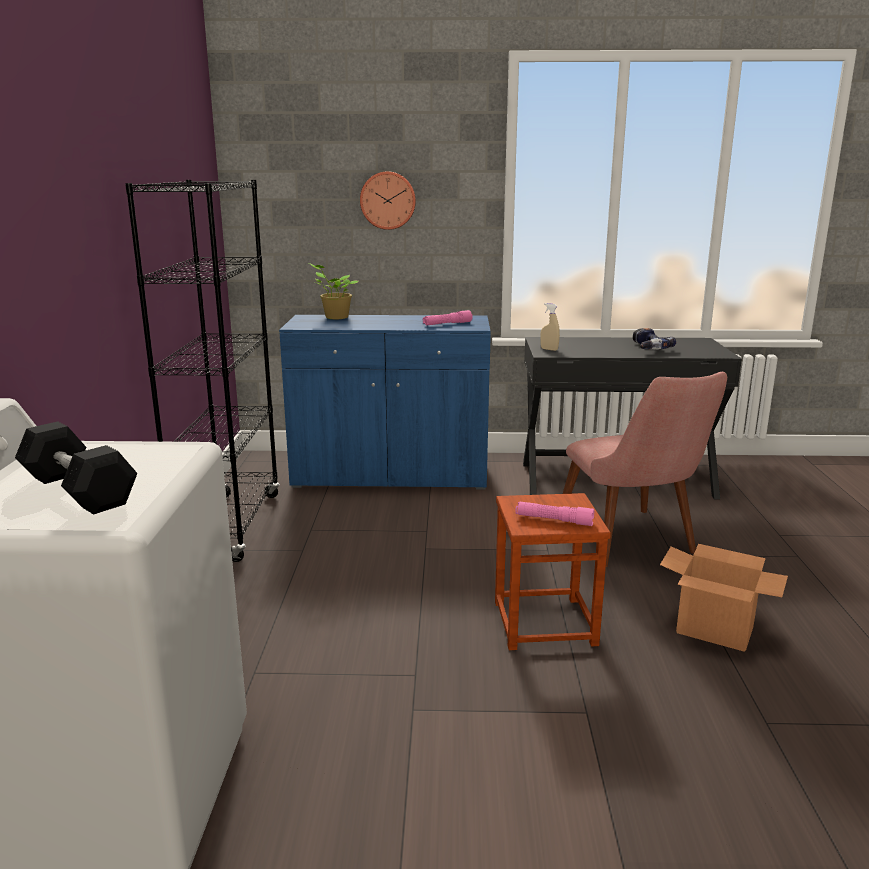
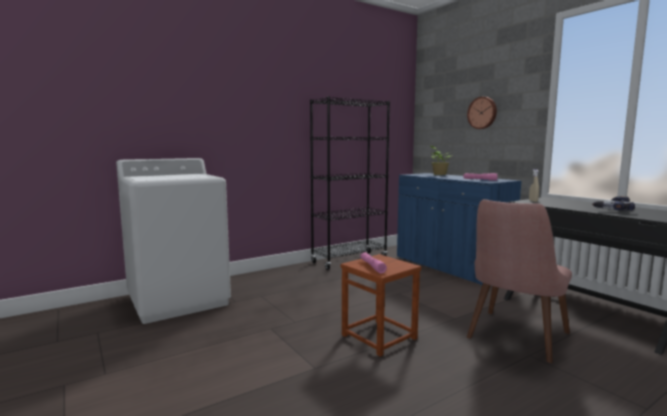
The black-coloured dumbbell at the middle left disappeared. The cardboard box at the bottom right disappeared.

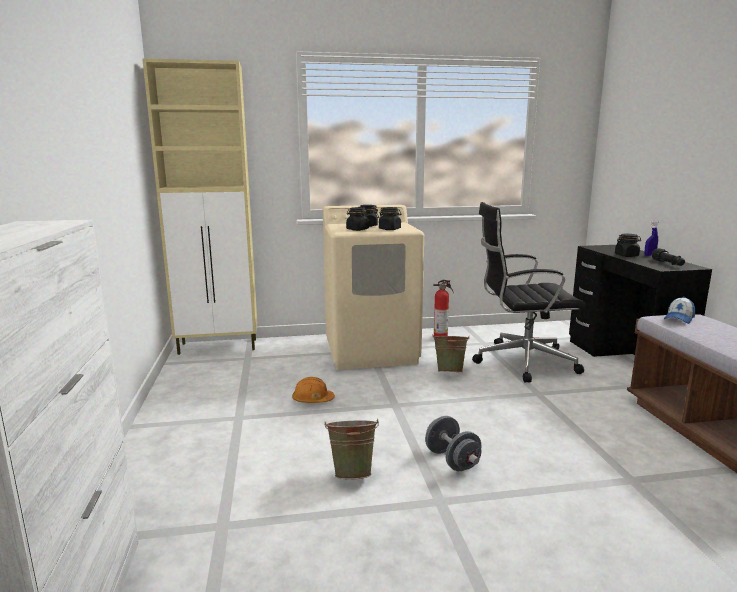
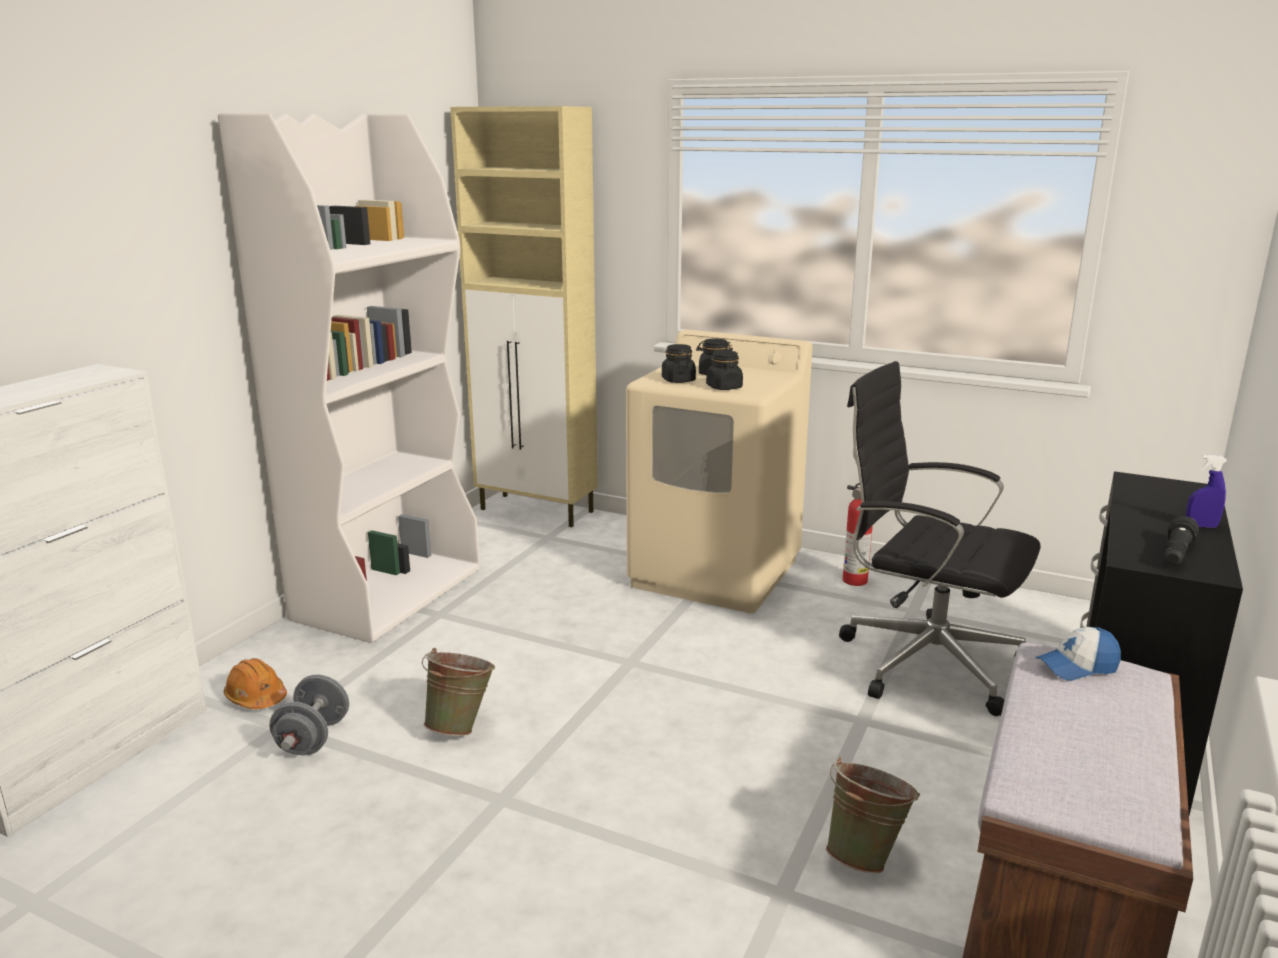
The orangey work helmet moved from the centre to the bottom left. The gray dumbbell moved from the bottom centre to the bottom left. The green-coloured pail (2nd from left) moved from the centre to the bottom right. The black-coloured preserve jar (4th from left) at the middle right disappeared. The white-coloured shelving unit at the middle left appeared.

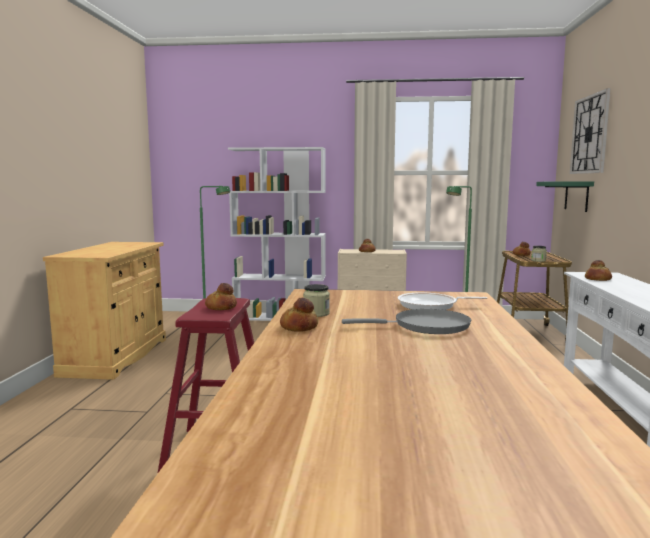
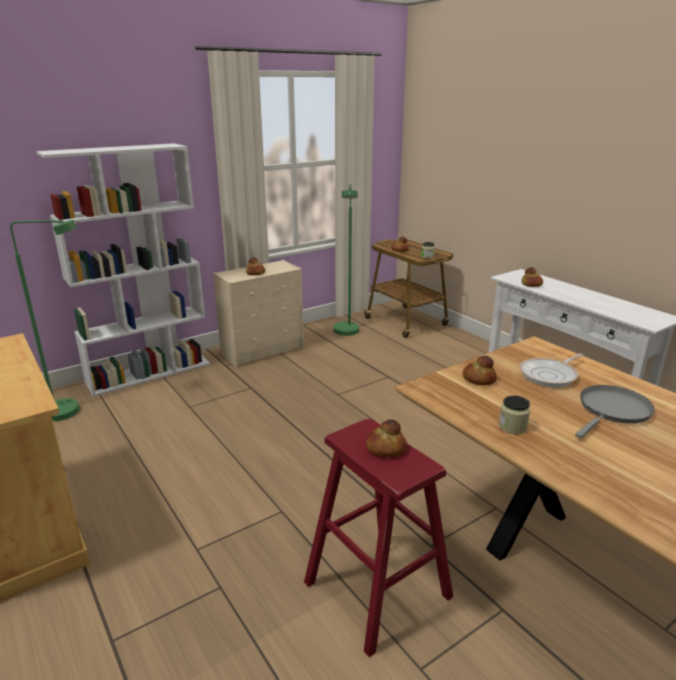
The bakery bread (2nd from left in the first image) moved from the centre to the middle right. The green-coloured bracket shelf at the middle right disappeared. The hanging clock at the top right disappeared.

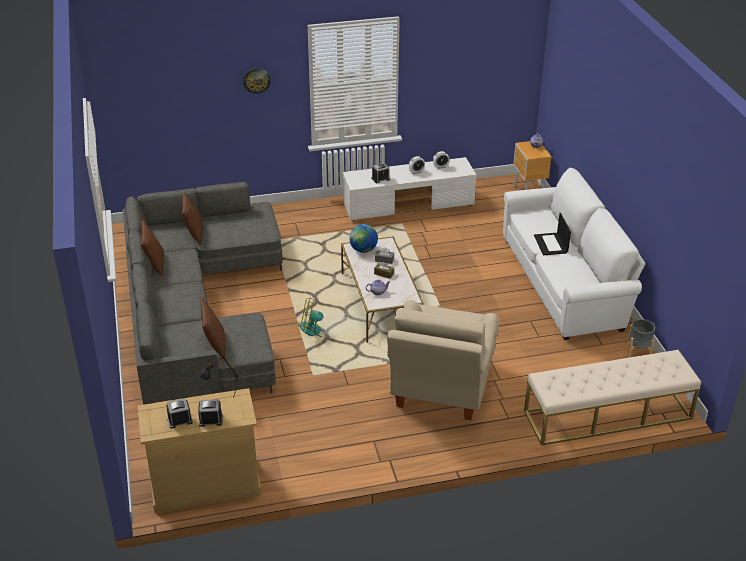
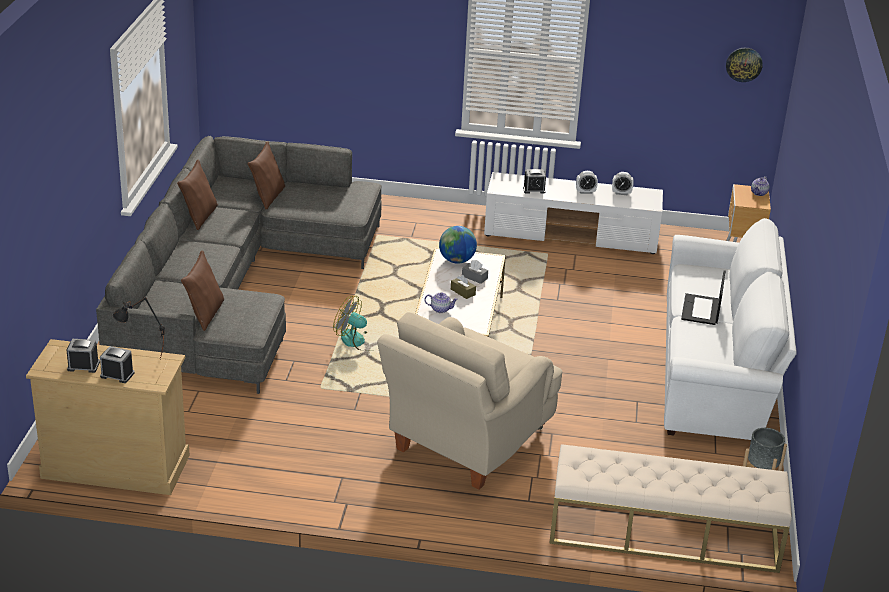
The hanging clock moved from the top centre to the top right.

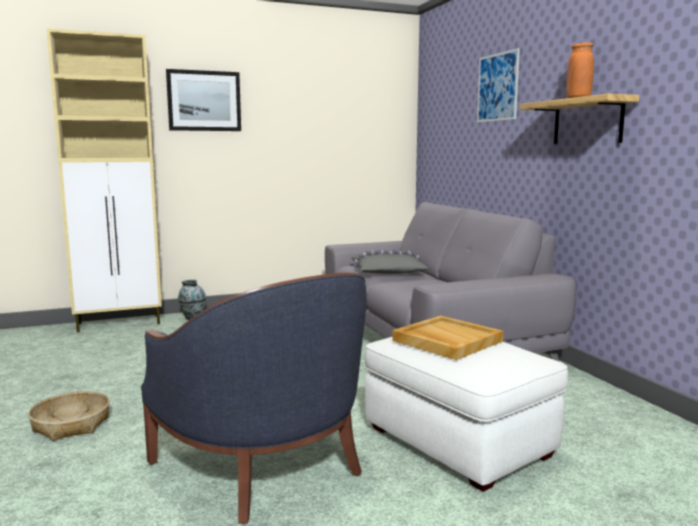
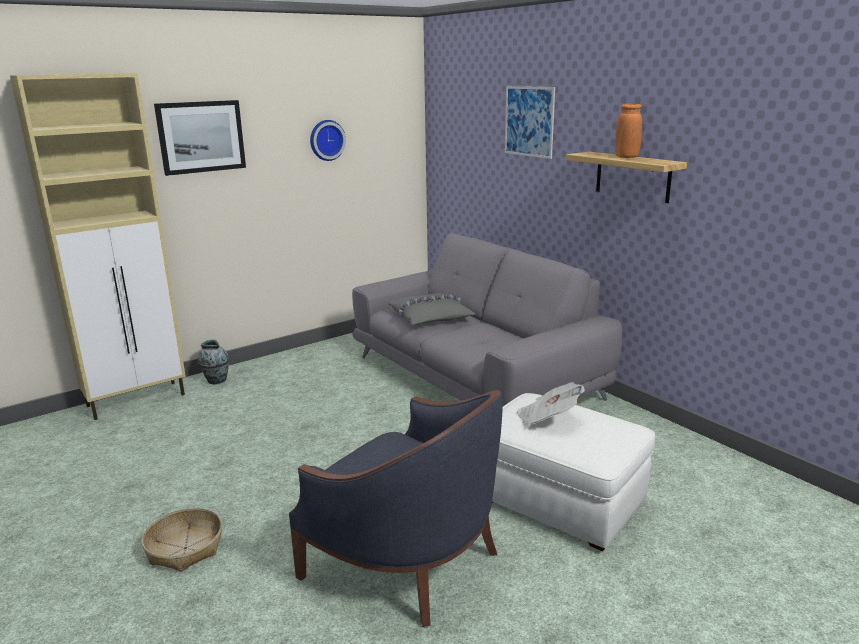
The sand-coloured serving tray at the centre was replaced by the daily paper at the centre. The hanging clock at the top centre appeared.

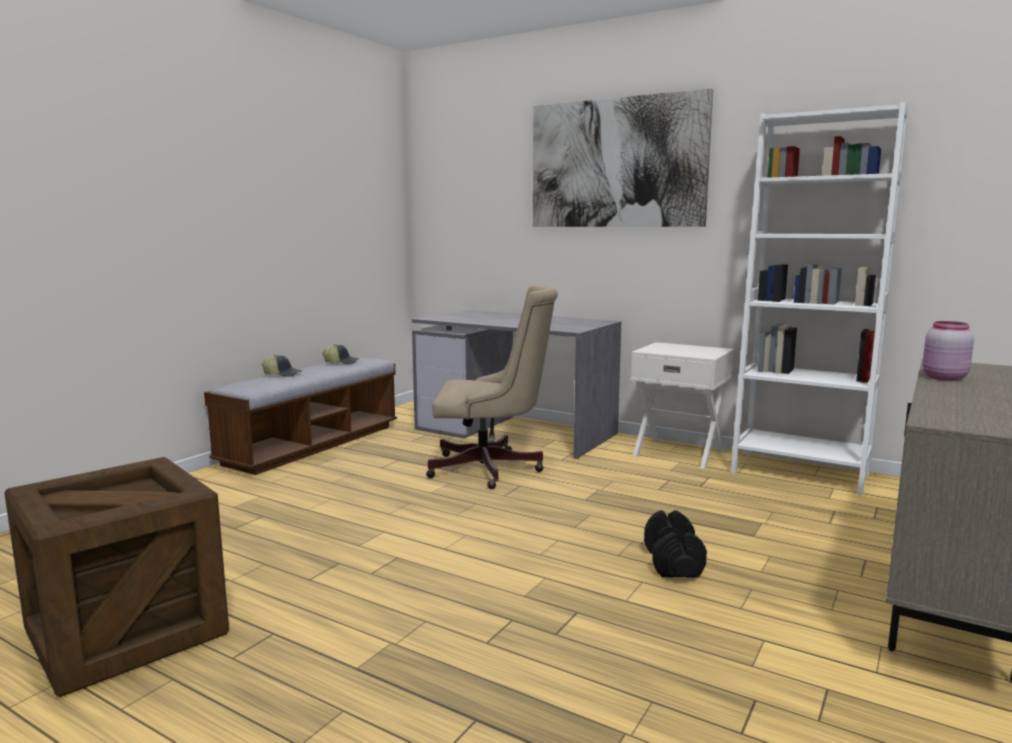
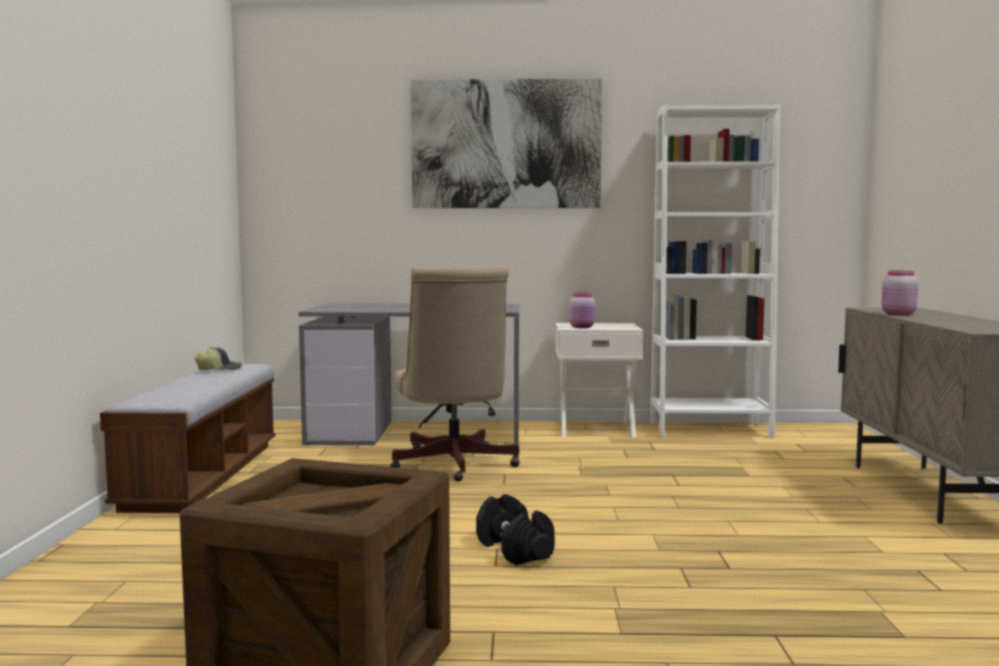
The peaked cap (1st from left) at the middle left disappeared. The sand-coloured computer chair at the centre turned 105 degrees clockwise. The black-coloured dumbbell moved from the bottom right to the bottom centre. The pink preserve jar (1st from left) at the centre appeared.

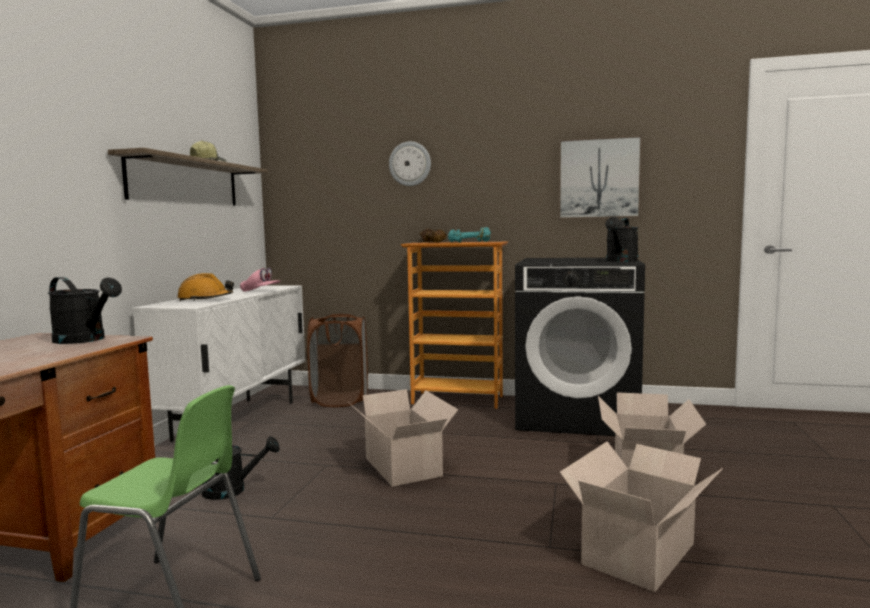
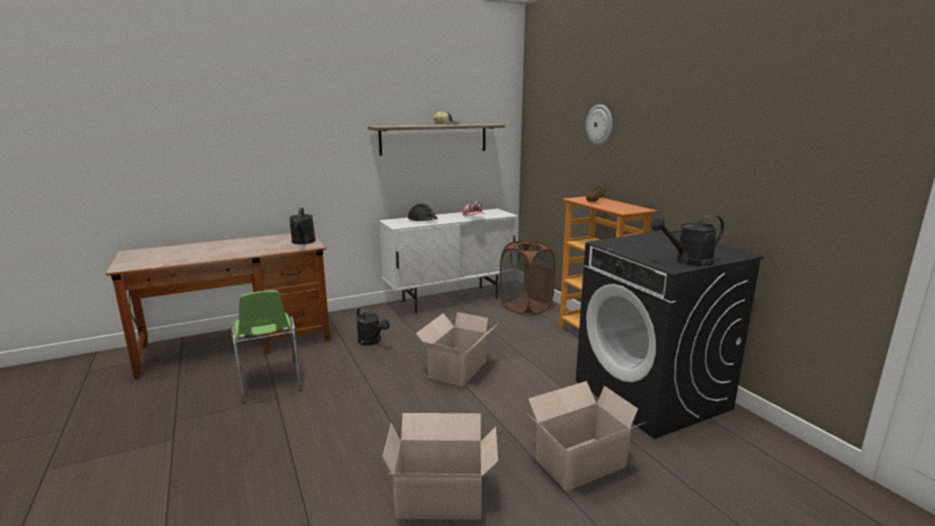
The orangey work helmet at the middle left became the black-coloured work helmet at the centre. The turquoise-coloured dumbbell at the centre disappeared. The picture at the top right disappeared.

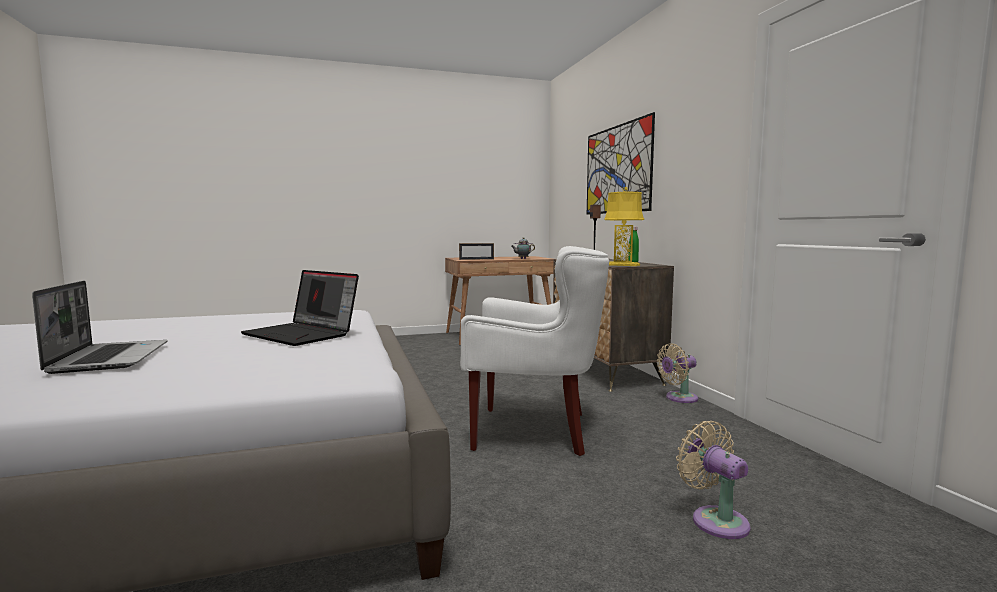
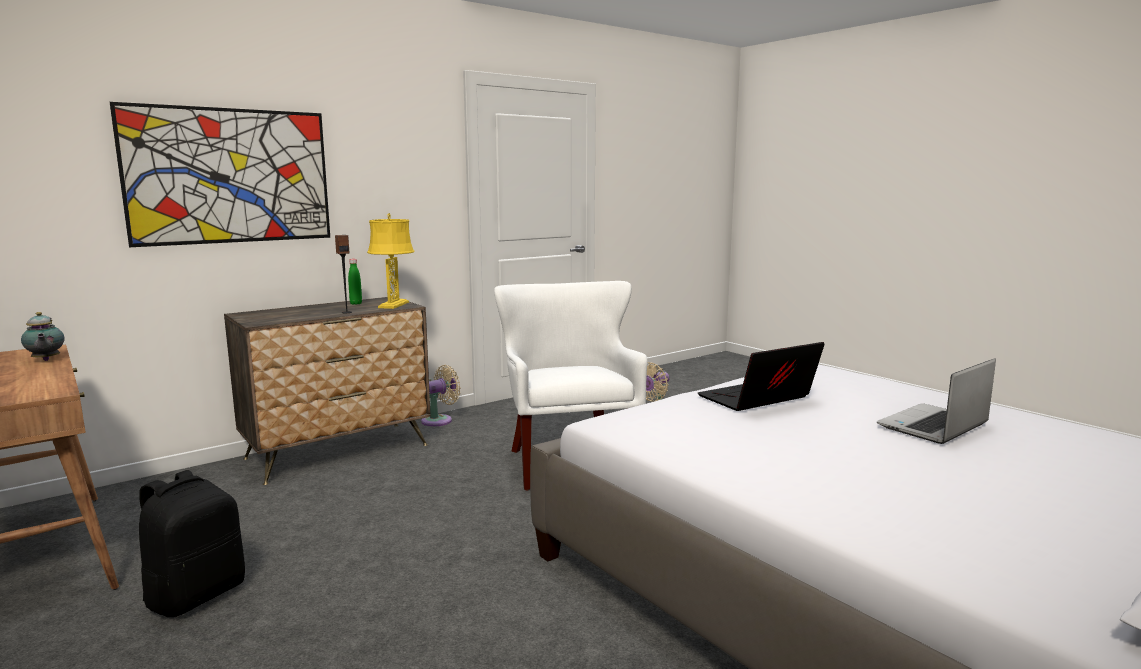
The laptop (2nd from left in the first image) at the middle left turned 135 degrees counterclockwise. The photo frame at the centre disappeared. The sand-coloured electric fan (1st from left) at the middle right turned 90 degrees counterclockwise. The black-coloured rucksack at the bottom left appeared.

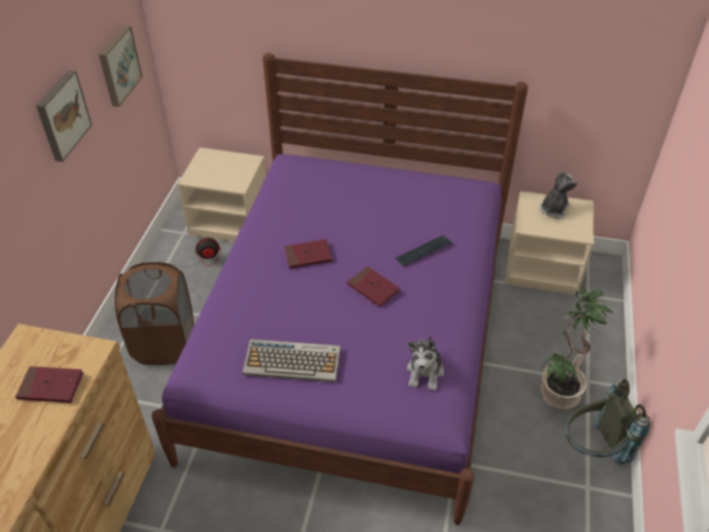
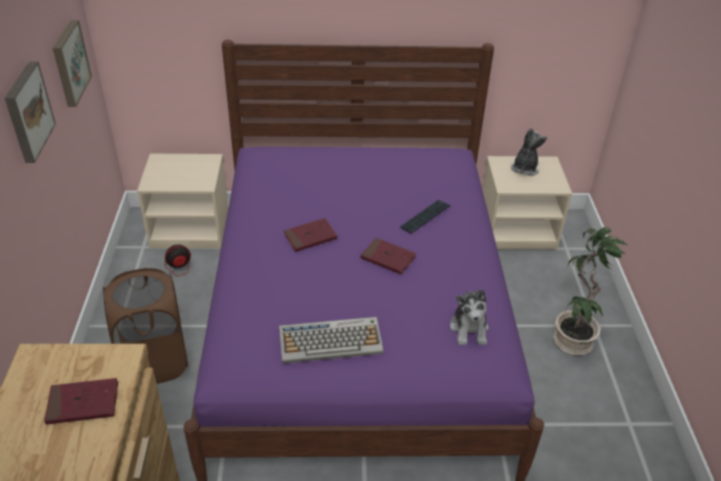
The gray rucksack at the bottom right disappeared.

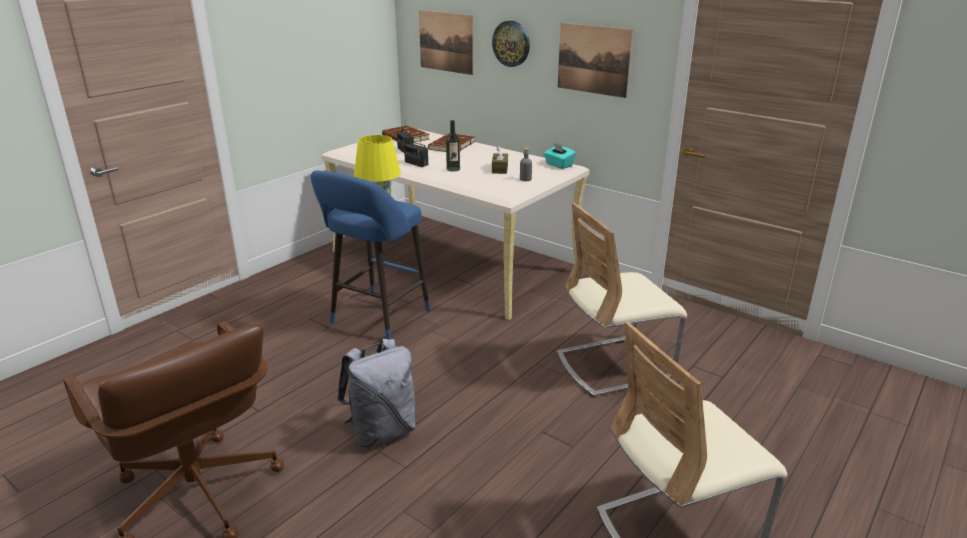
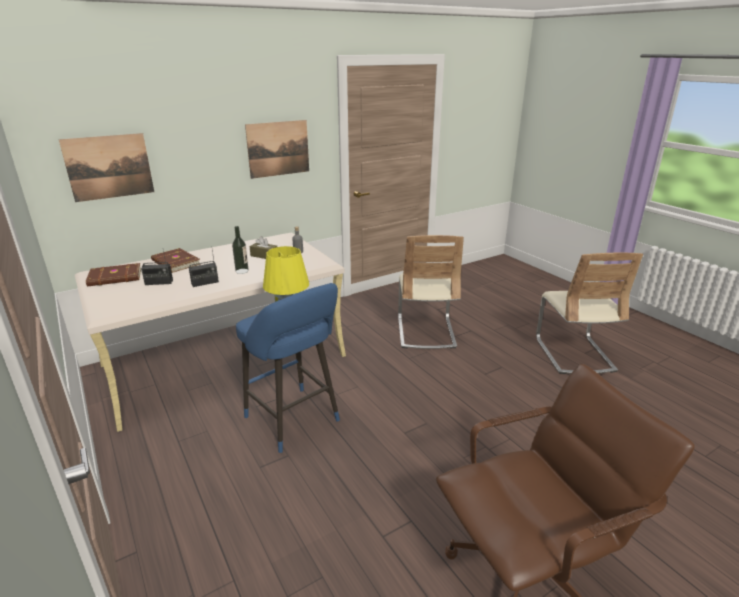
The gray rucksack at the bottom centre disappeared. The hanging clock at the top centre disappeared. The turquoise-coloured box of tissues at the top centre disappeared.

